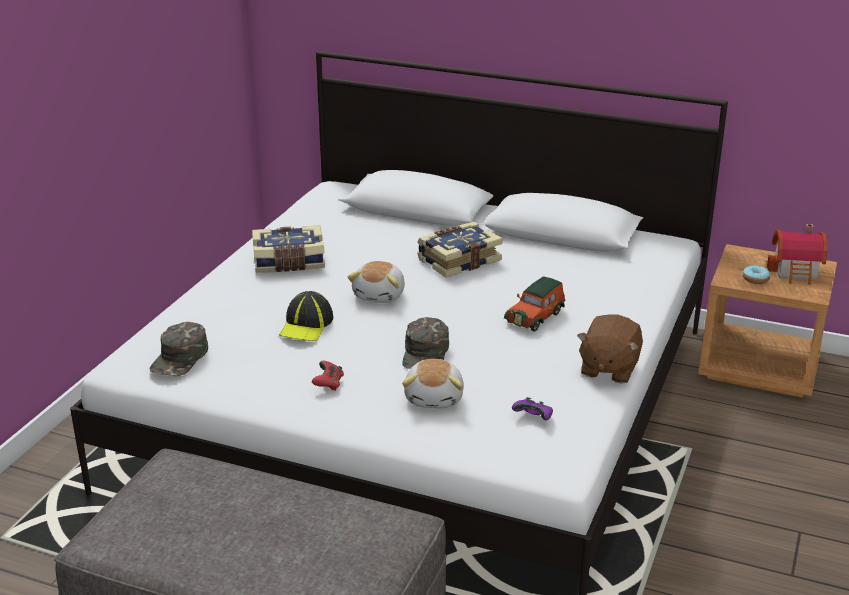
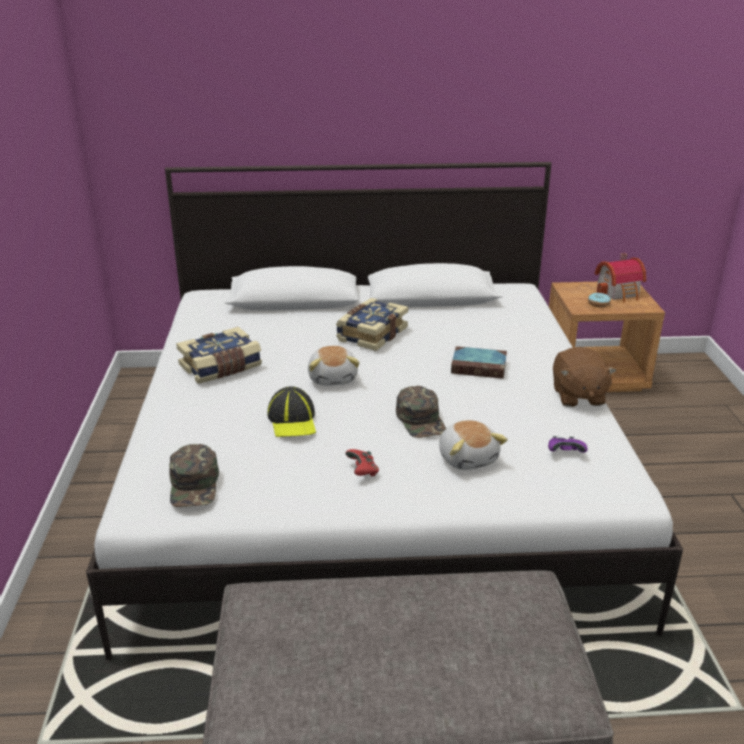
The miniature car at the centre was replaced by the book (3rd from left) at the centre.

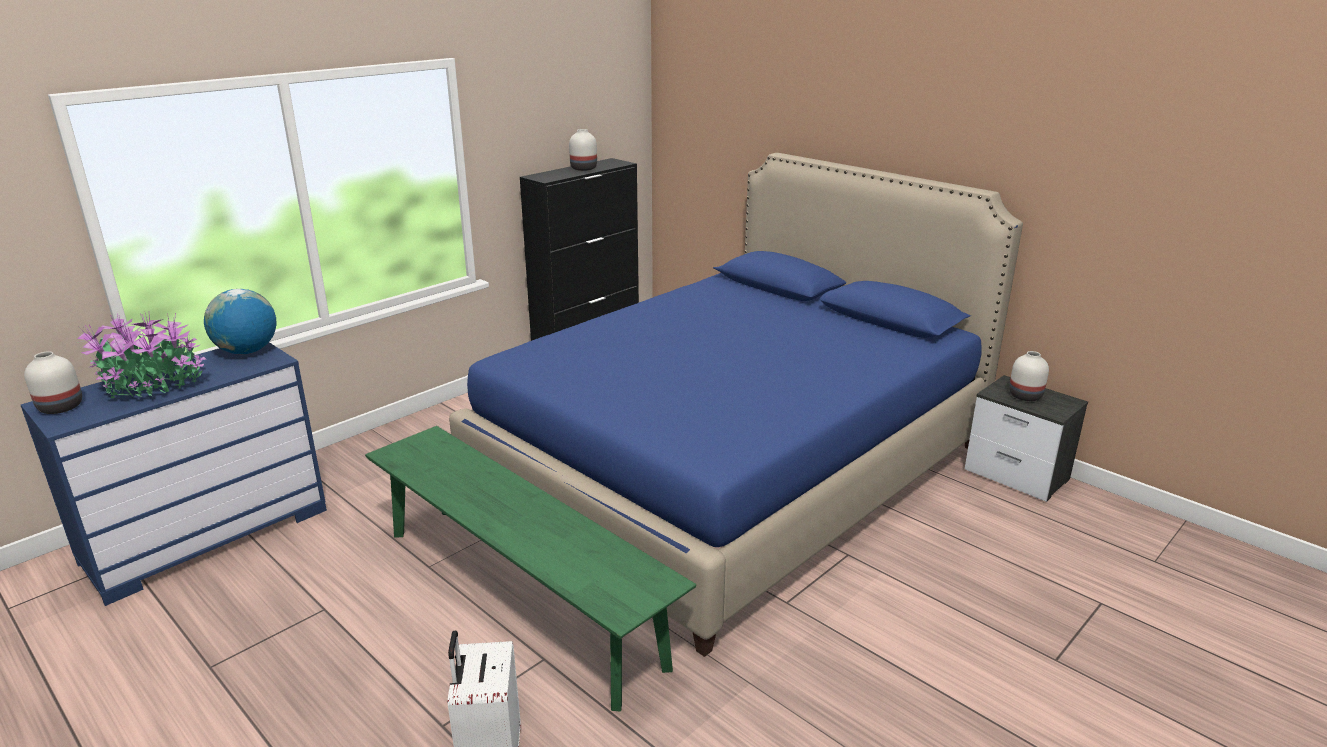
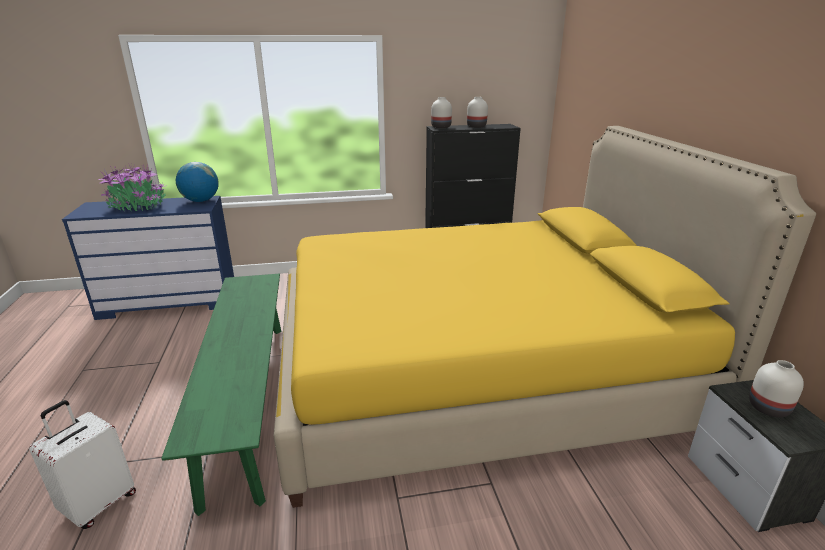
The white-coloured decorative vase (1st from left) moved from the middle left to the top centre. The bluish bed at the centre became the yellow bed at the centre.

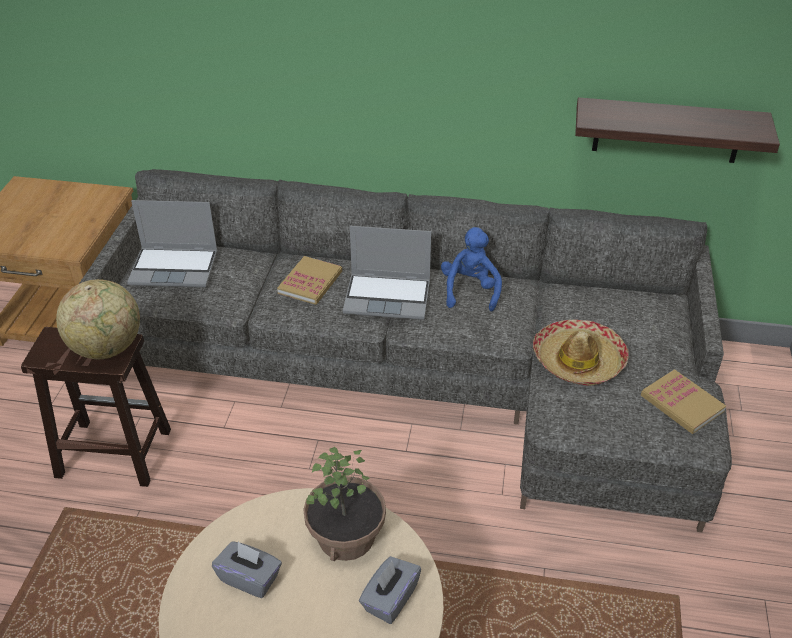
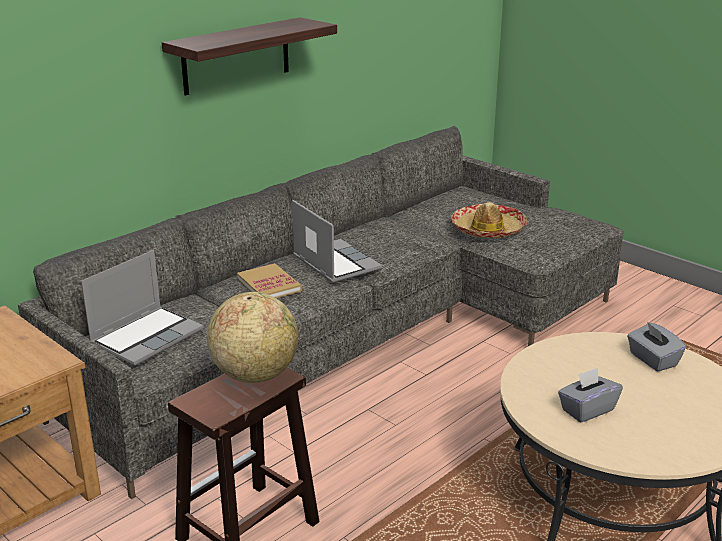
The potted plant at the bottom centre disappeared. The laptop (2nd from left) at the centre turned 75 degrees counterclockwise. The bluish plush toy at the centre disappeared. The bracket shelf moved from the top right to the top centre. The book (2nd from left) at the middle right disappeared.

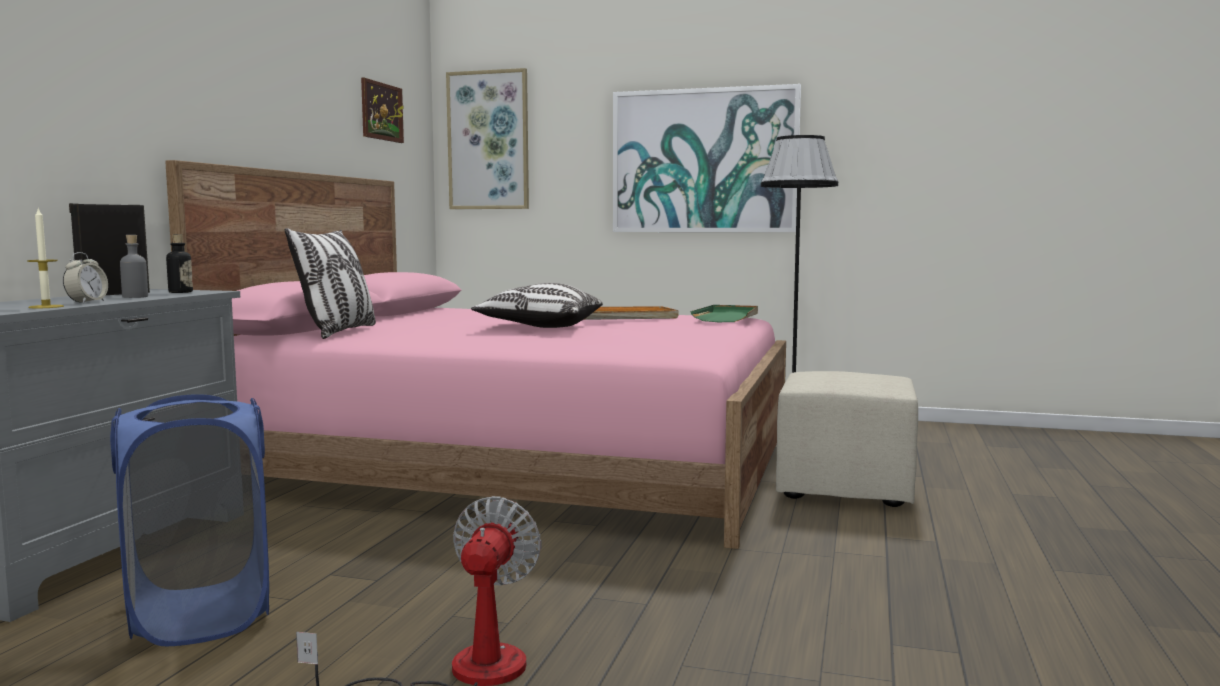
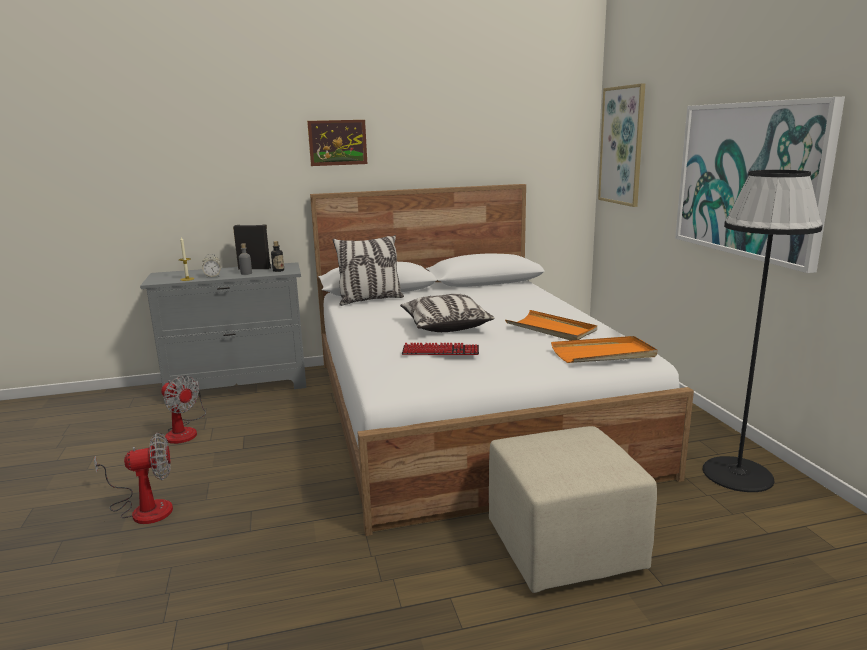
The bluish hamper at the bottom left was replaced by the electric fan (2nd from left) at the middle left. The pink bed at the centre became the white-coloured bed at the centre. The picture (1st from left) moved from the top left to the top centre. The green-coloured serving tray at the centre became the orangey serving tray (2nd from left) at the middle right. The computer keyboard at the centre appeared.

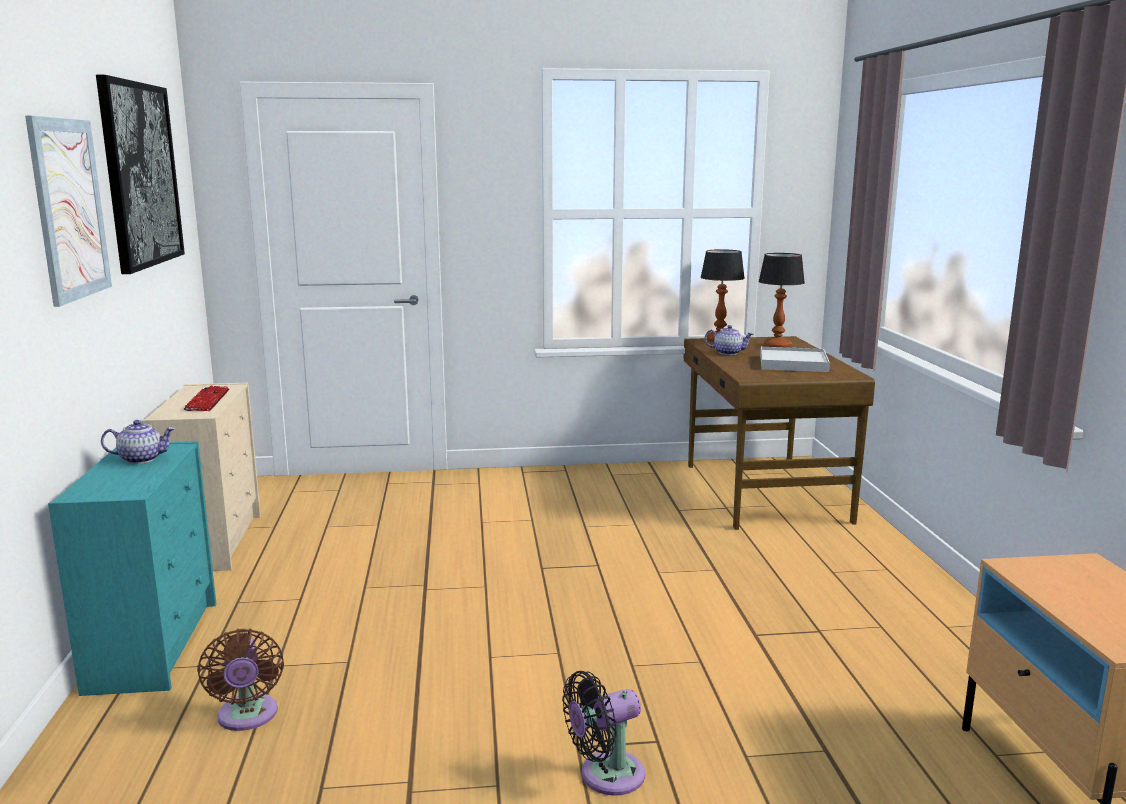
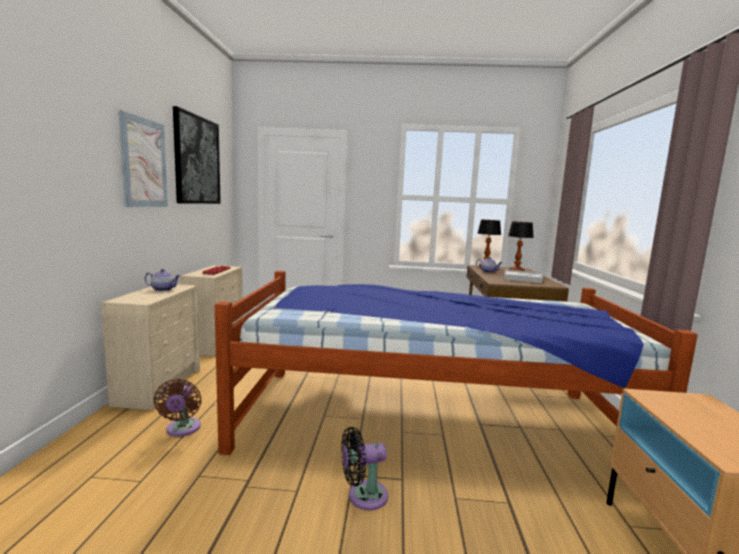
The turquoise-coloured drawer chest at the bottom left became the sand-coloured drawer chest (1st from left) at the middle left. The bed at the centre appeared.

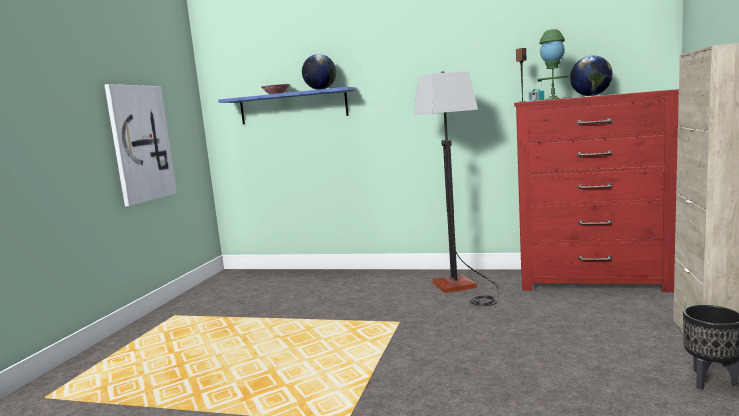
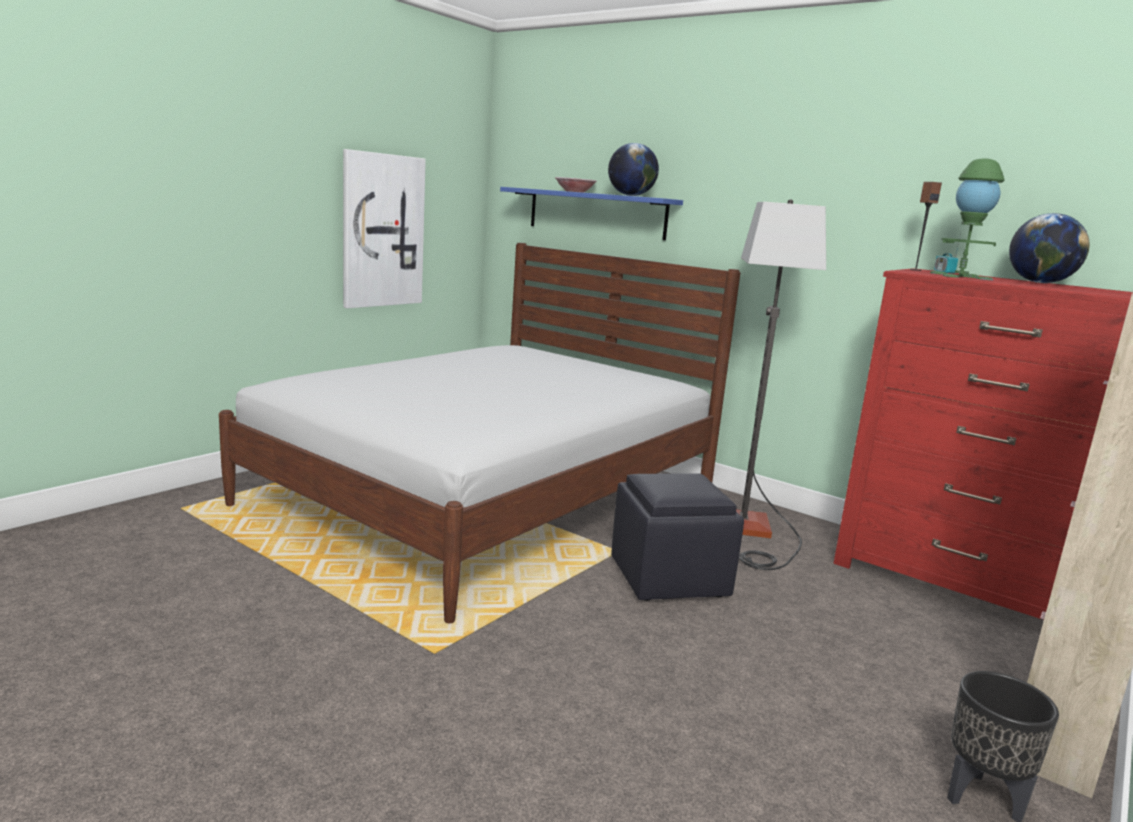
The white-coloured bed at the centre appeared. The black-coloured pouffe at the centre appeared.

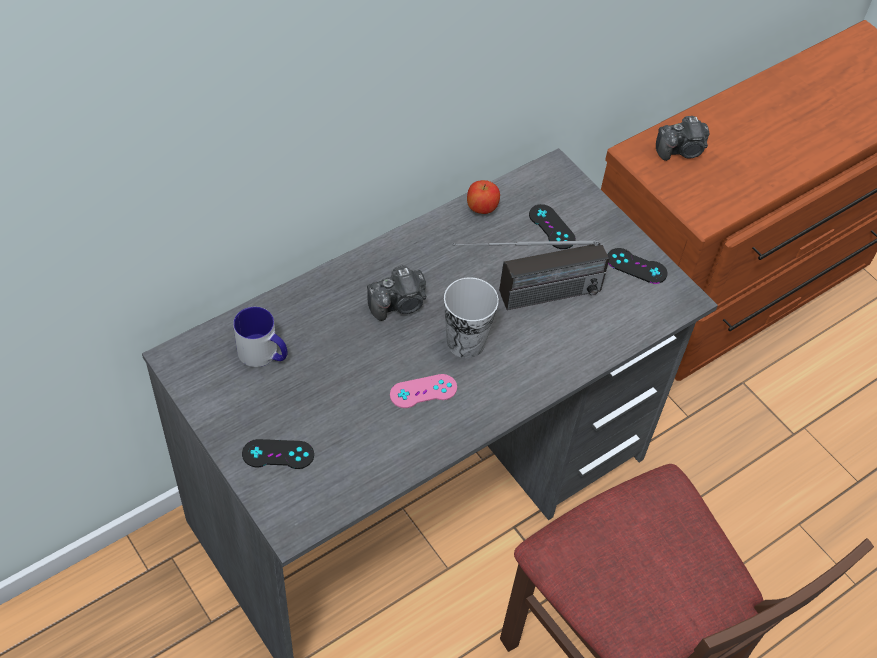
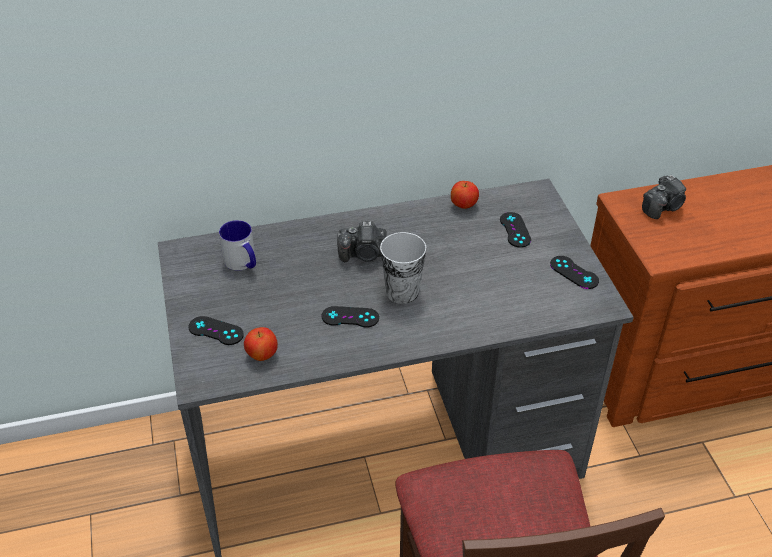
The pink joypad at the centre became the black-coloured joypad (2nd from left) at the centre. The radio receiver at the centre disappeared. The photo camera (2nd from left) at the top right turned 45 degrees counterclockwise. The apple (1st from left) at the centre appeared.

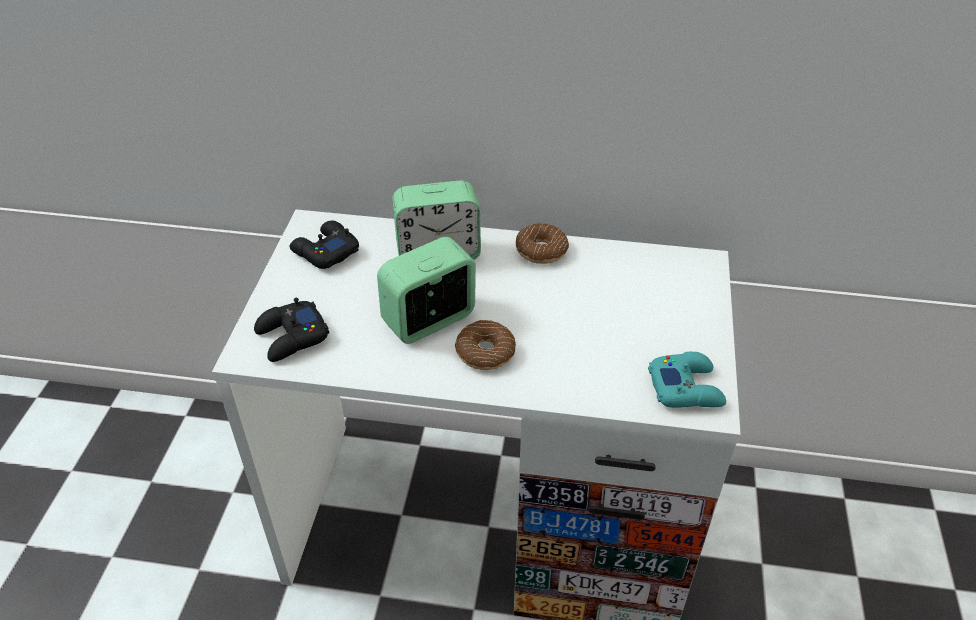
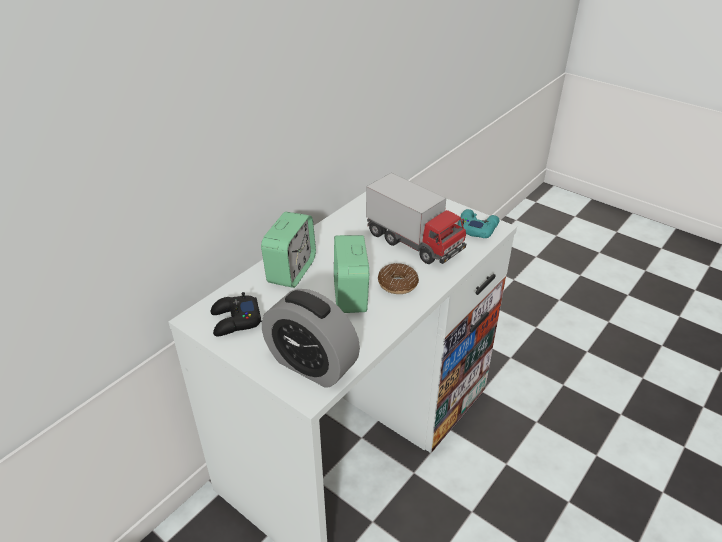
The black-coloured joypad (1st from left) at the middle left was replaced by the bedside clock (2nd from left) at the centre. The doughnut (2nd from left) at the centre disappeared. The model truck at the centre appeared.

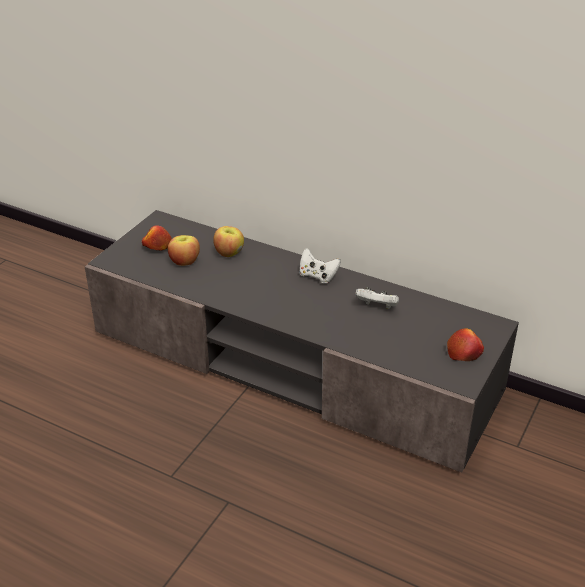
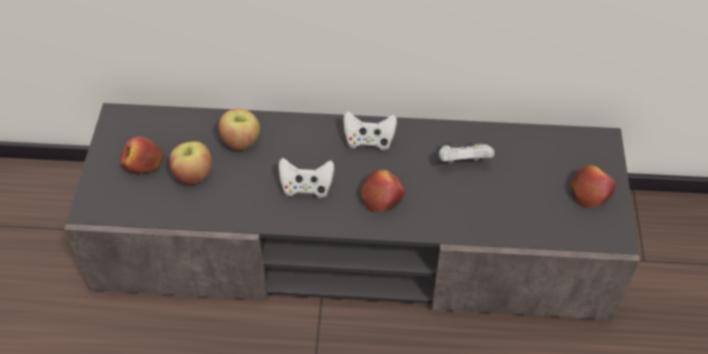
The white-coloured joypad (1st from left) at the centre appeared. The apple (4th from left) at the centre appeared.

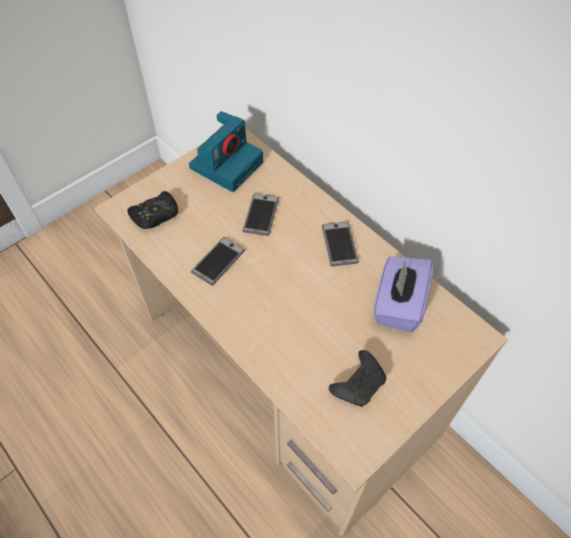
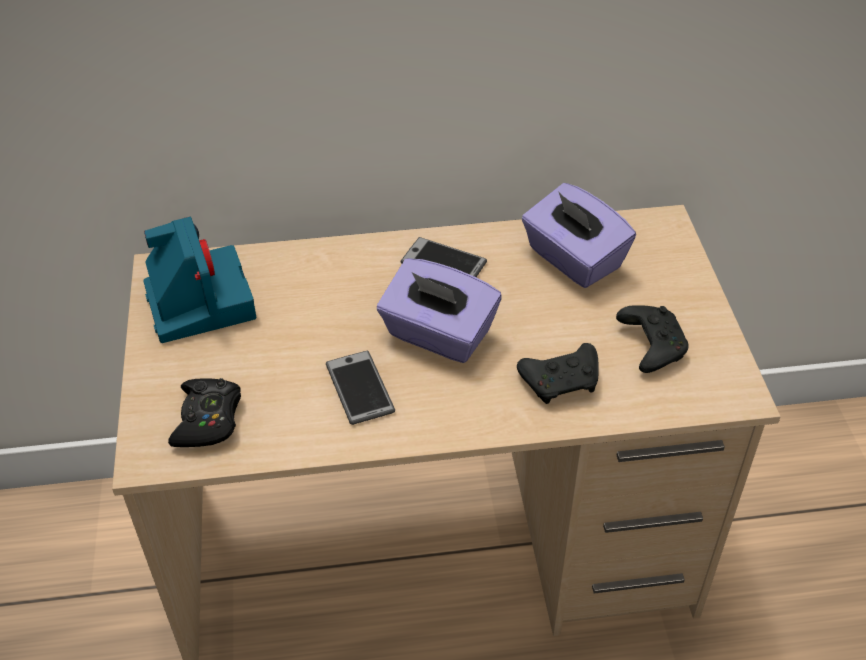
The telephone (2nd from left) at the centre disappeared. The purple box of tissues (1st from left) at the centre appeared. The black-coloured joypad (2nd from left) at the centre appeared.

